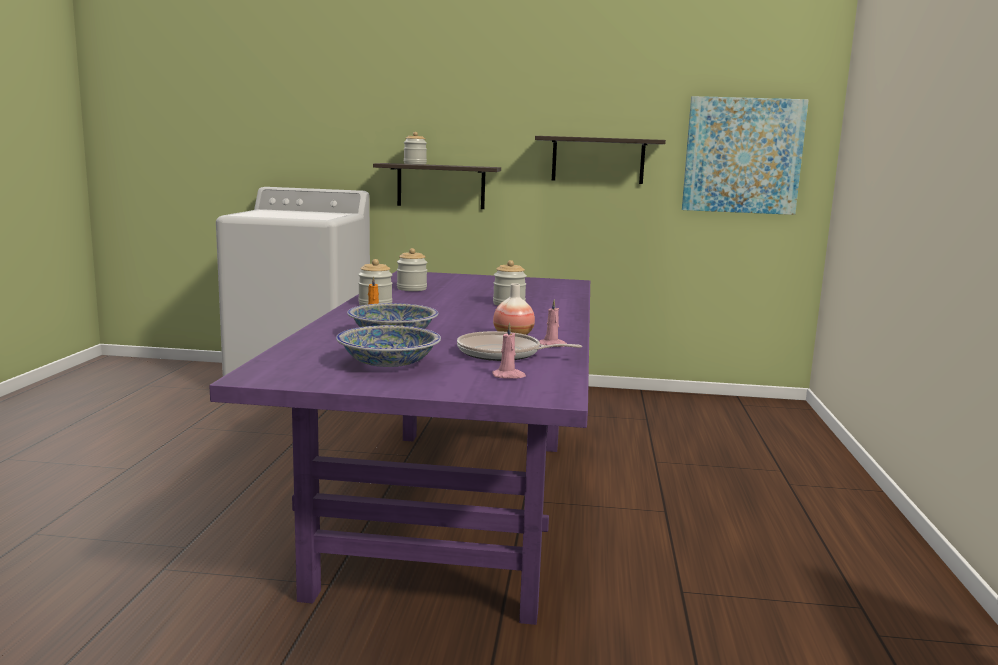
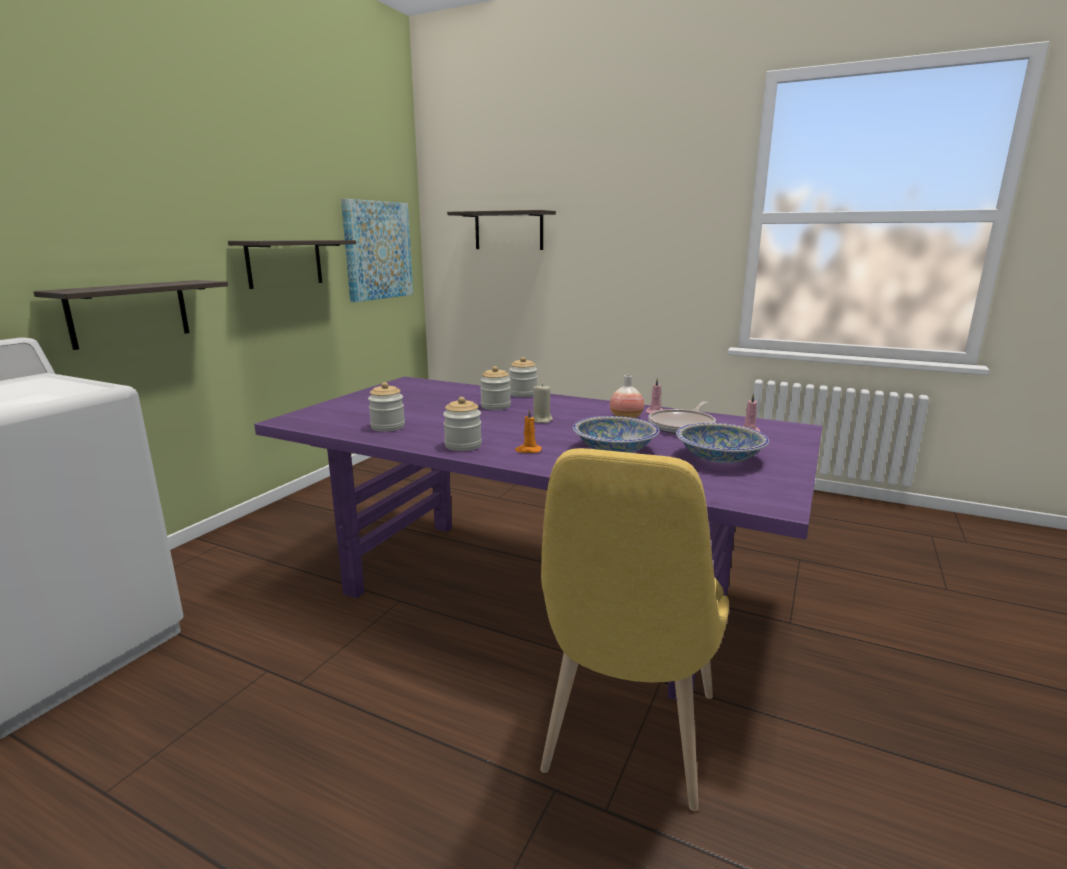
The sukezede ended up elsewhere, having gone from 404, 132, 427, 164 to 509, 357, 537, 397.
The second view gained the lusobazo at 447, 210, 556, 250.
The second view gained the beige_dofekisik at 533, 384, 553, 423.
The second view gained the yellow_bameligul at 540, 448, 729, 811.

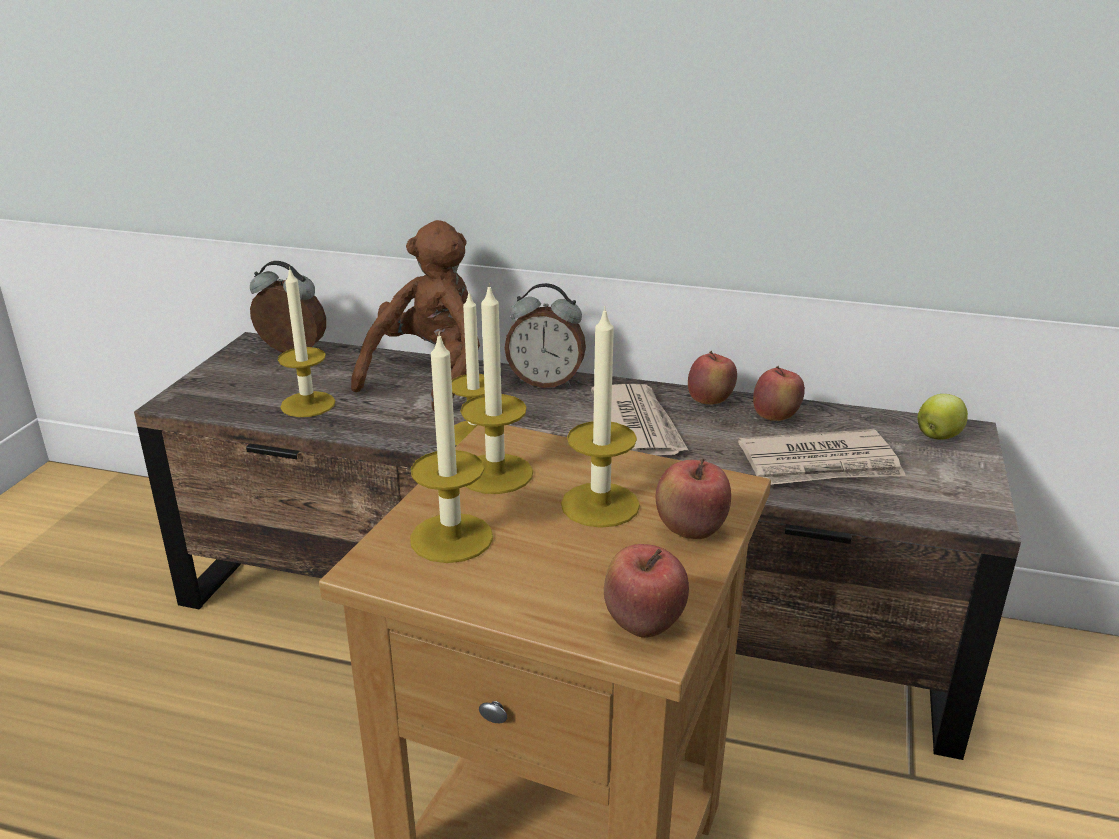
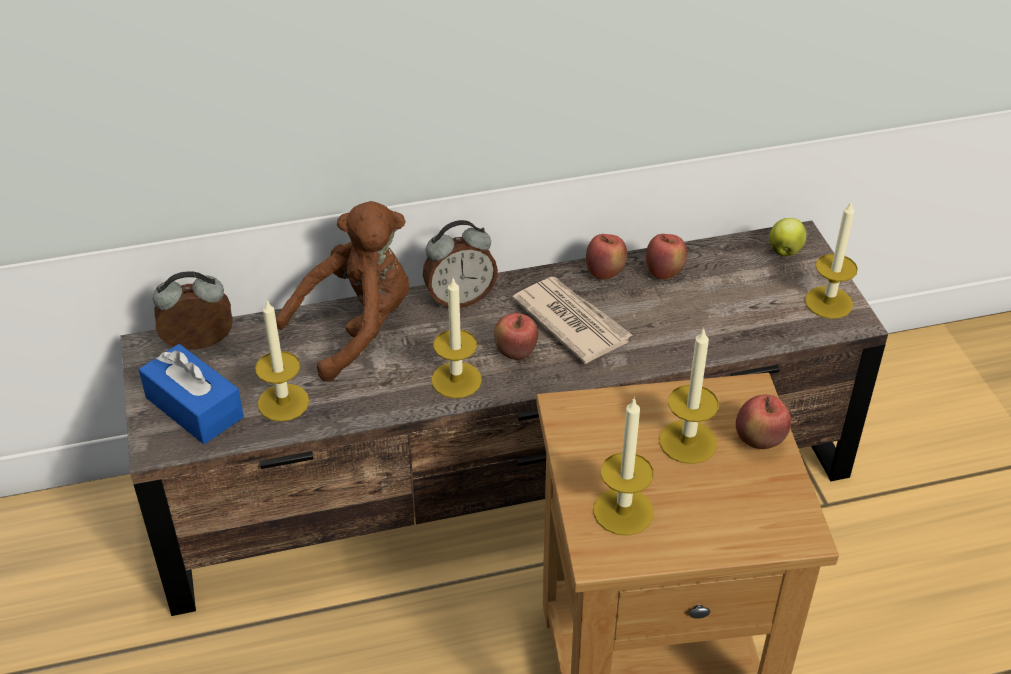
The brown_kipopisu at 351, 220, 480, 412 ended up facing another way, 60 degrees clockwise from before.
The dofekisik ended up elsewhere, having gone from 461, 283, 533, 494 to 805, 200, 858, 319.
The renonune ended up elsewhere, having gone from 604, 544, 689, 638 to 494, 313, 538, 360.
The second view lost the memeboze at 738, 429, 906, 485.
The second view gained the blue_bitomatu at 139, 344, 244, 444.

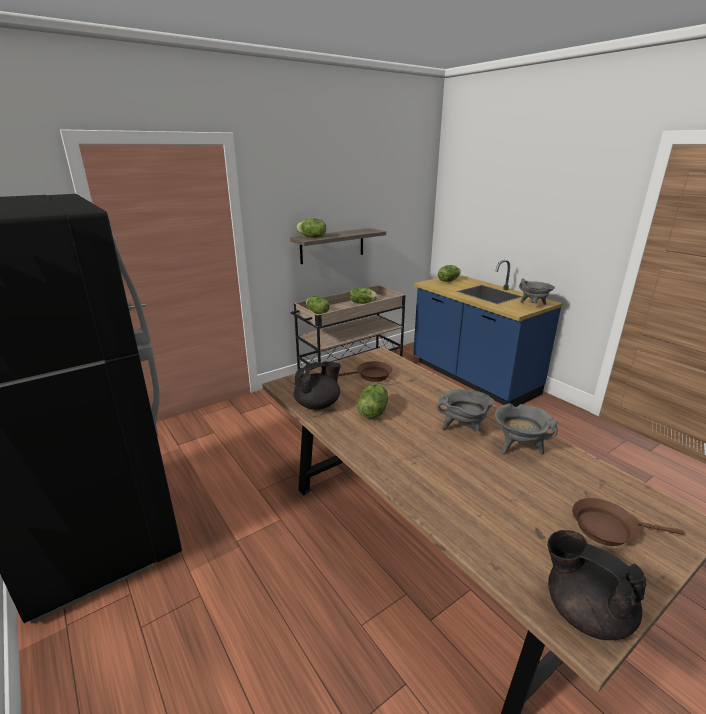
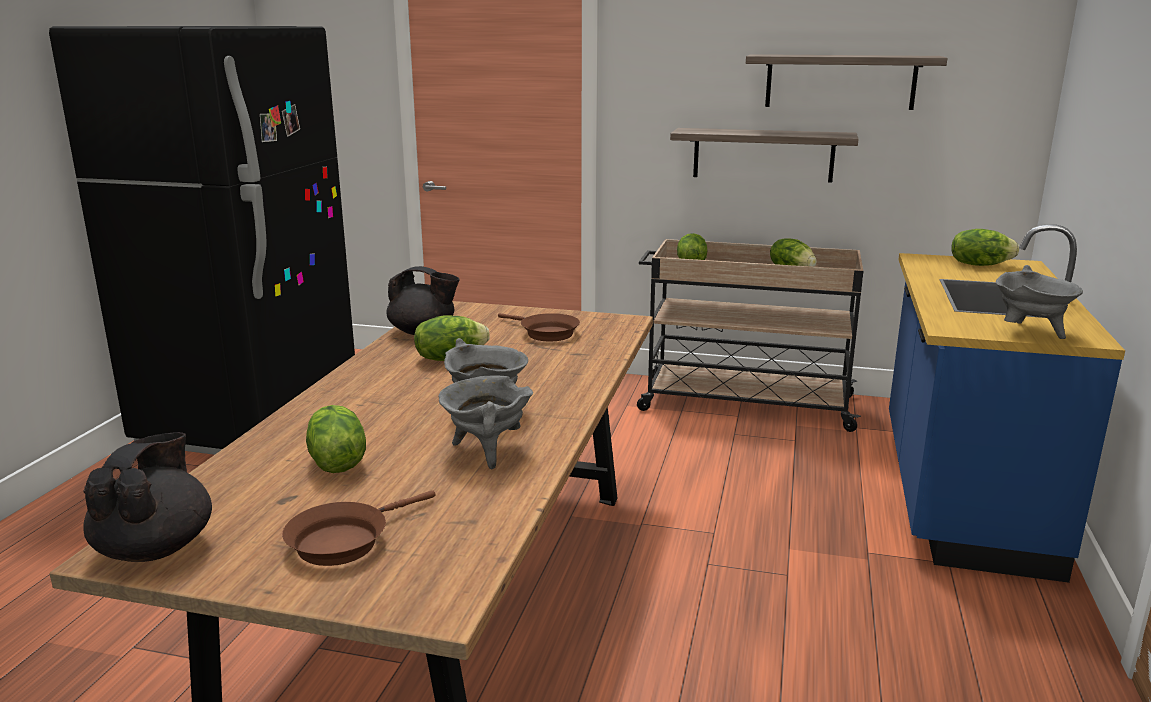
The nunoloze ended up elsewhere, having gone from 296, 218, 326, 238 to 306, 405, 366, 473.
The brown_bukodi at 572, 498, 684, 546 ended up facing another way, 105 degrees counterclockwise from before.
The second view gained the lusobazo at 746, 54, 948, 110.

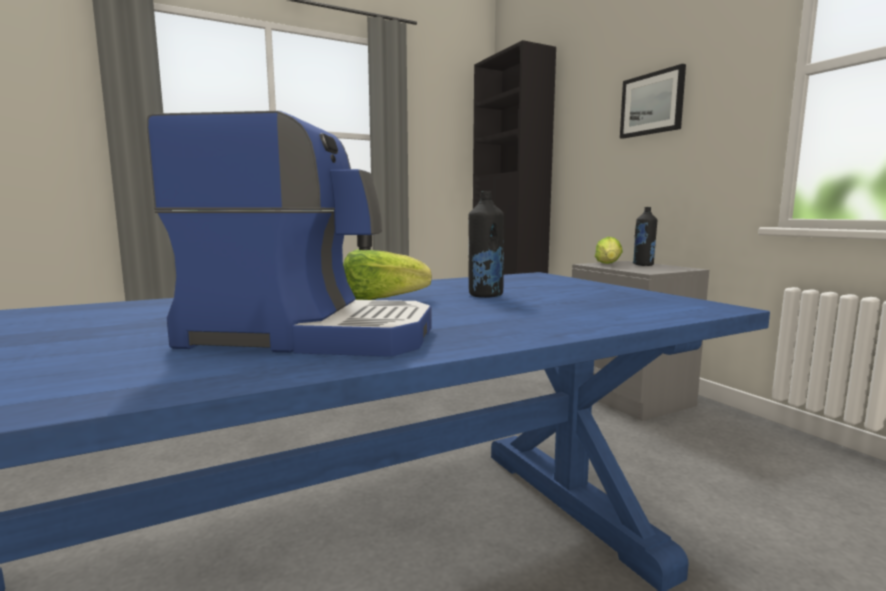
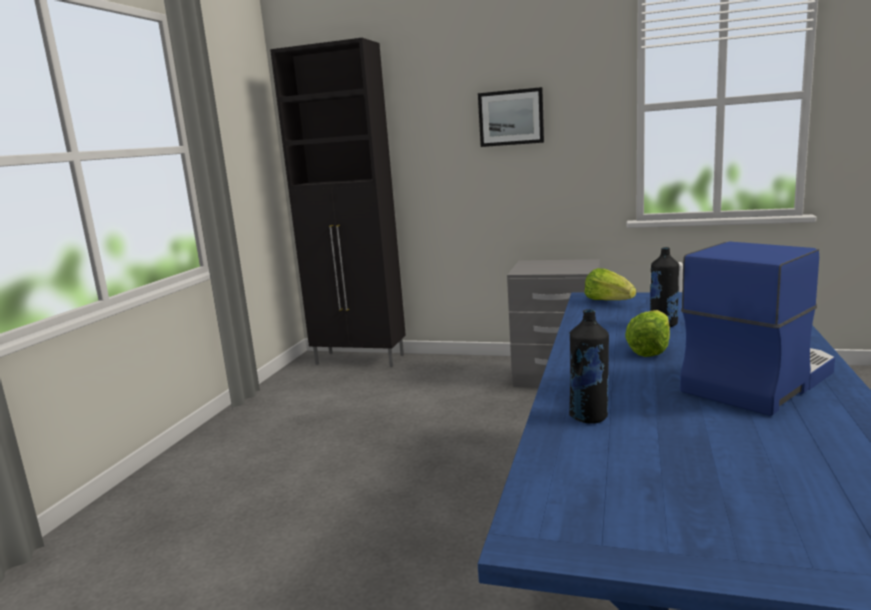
The nunoloze ended up elsewhere, having gone from 595, 237, 623, 264 to 584, 268, 636, 300.
The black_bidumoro ended up elsewhere, having gone from 633, 207, 657, 266 to 569, 309, 609, 424.

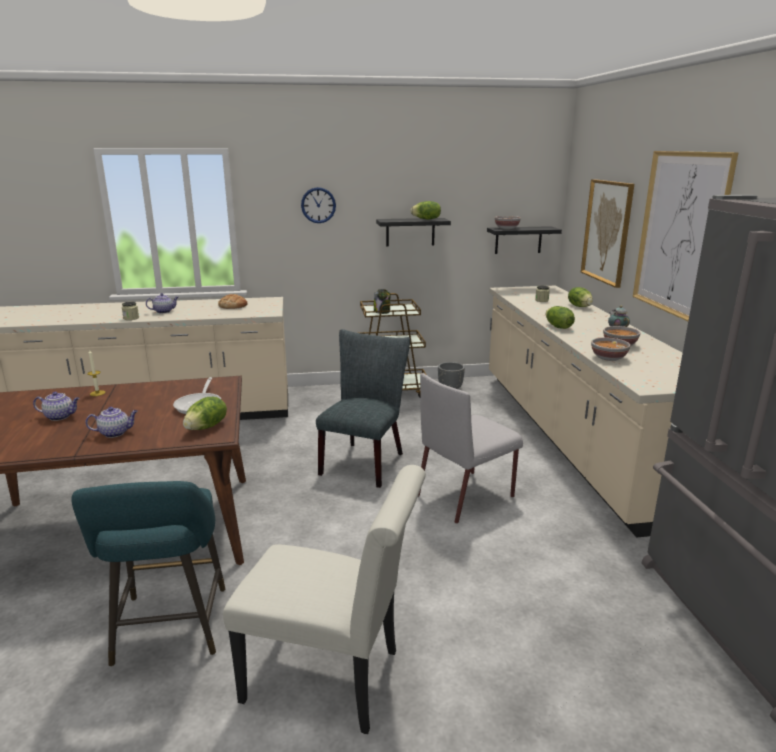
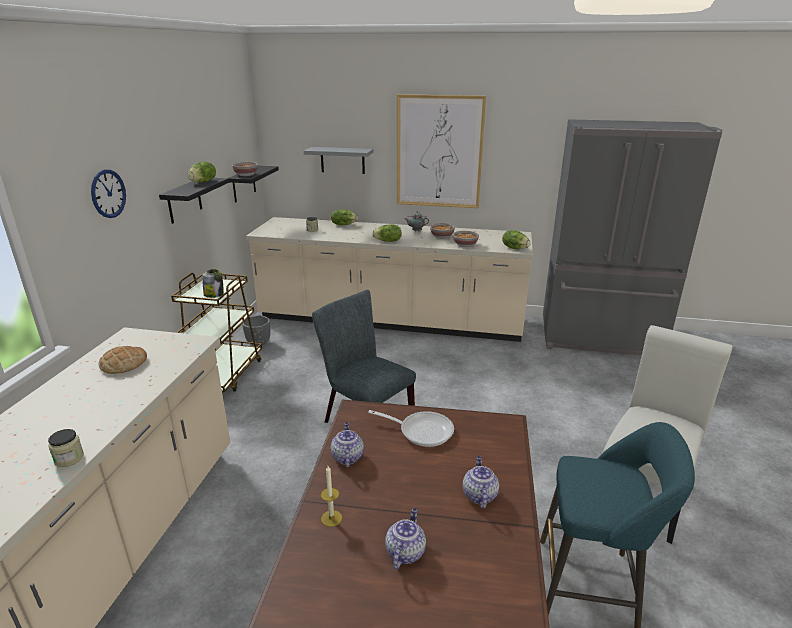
The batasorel ended up elsewhere, having gone from 146, 293, 178, 313 to 331, 422, 364, 467.
The nunoloze ended up elsewhere, having gone from 183, 397, 227, 430 to 502, 230, 531, 249.
The second view lost the grey_bameligul at 418, 373, 523, 524.
Where the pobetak hung at 581, 179, 634, 288, the grey_lusobazo came to hang at 304, 147, 373, 174.

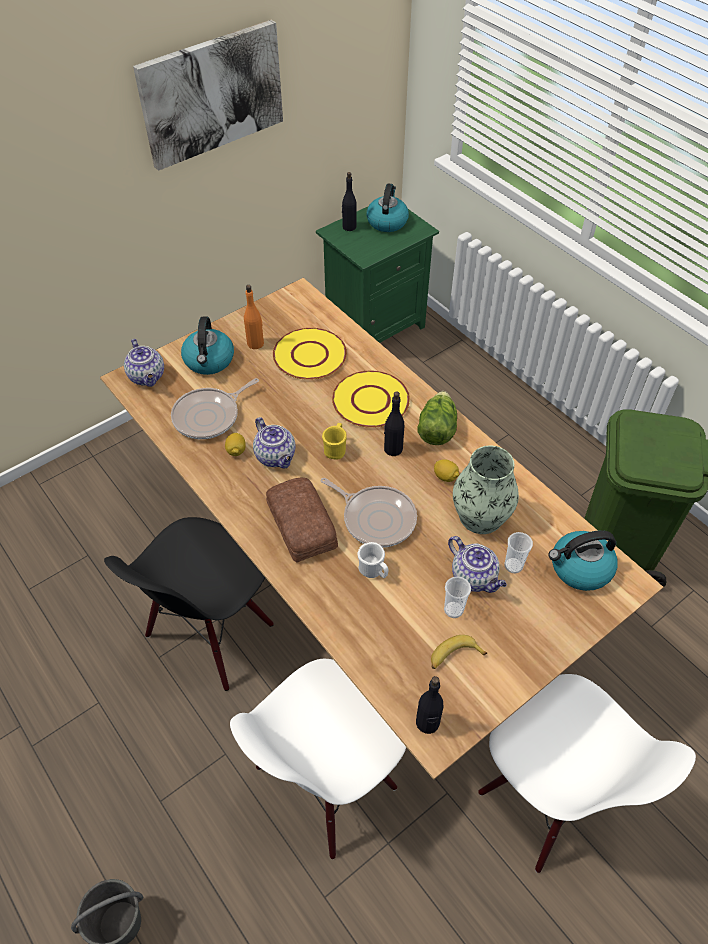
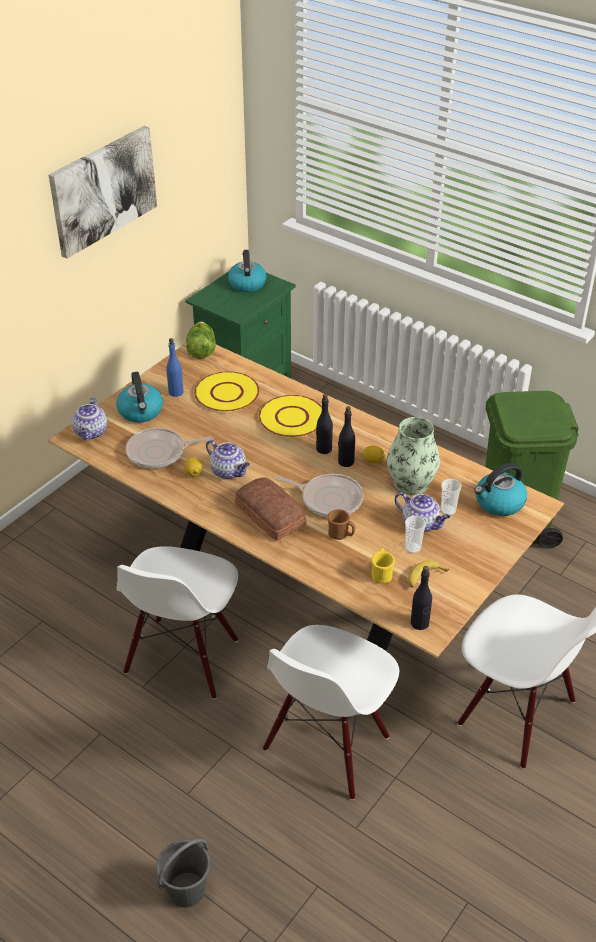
What was the black_bameligul at 104, 517, 274, 691 turned into the white_bameligul at 117, 546, 238, 699.
The batasorel at 124, 339, 164, 387 ended up facing another way, 45 degrees clockwise from before.
The bukodi at 171, 378, 259, 439 ended up facing another way, 45 degrees clockwise from before.
What was the orange_bidumoro at 244, 285, 264, 349 turned into the blue_bidumoro at 166, 338, 183, 397.
The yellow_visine ended up elsewhere, having gone from 322, 423, 347, 460 to 371, 548, 395, 583.
The black_bidumoro ended up elsewhere, having gone from 342, 172, 357, 231 to 338, 406, 355, 467.
What was the white_visine at 358, 542, 388, 578 turned into the brown_visine at 328, 509, 355, 540.
The nunoloze ended up elsewhere, having gone from 417, 391, 457, 445 to 186, 321, 216, 359.

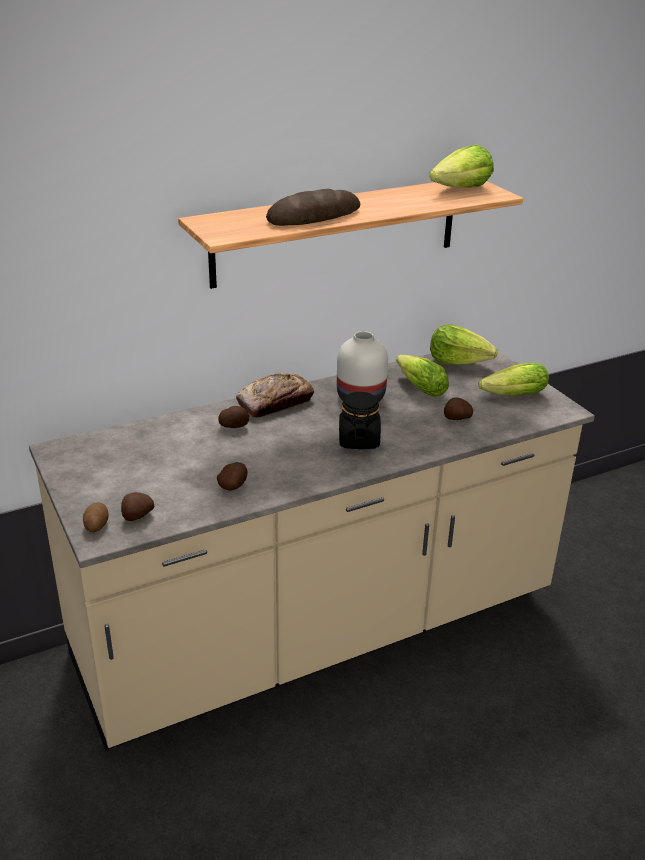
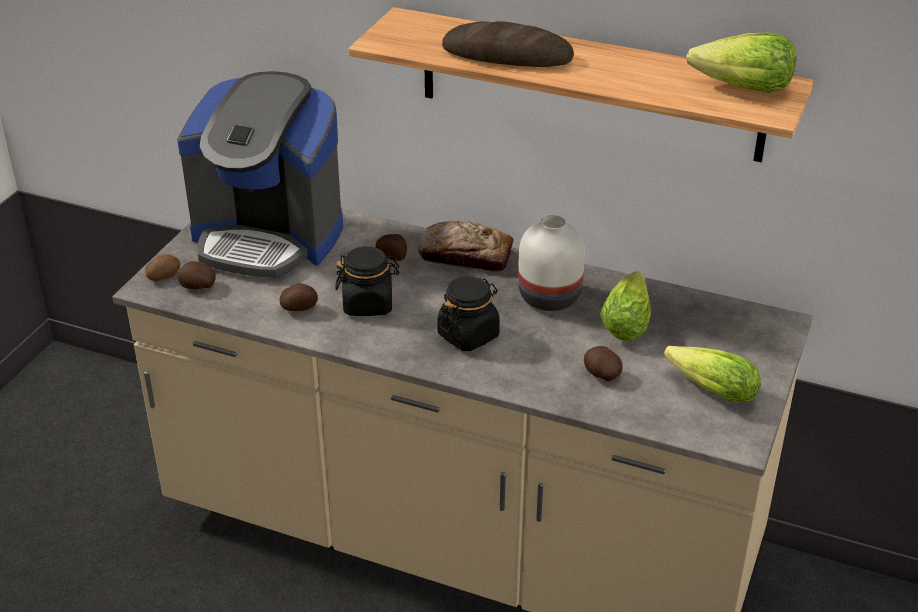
The second view lost the nunoloze at 430, 324, 498, 365.
The second view gained the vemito at 177, 71, 343, 278.
The second view gained the black_sukezede at 335, 246, 399, 316.

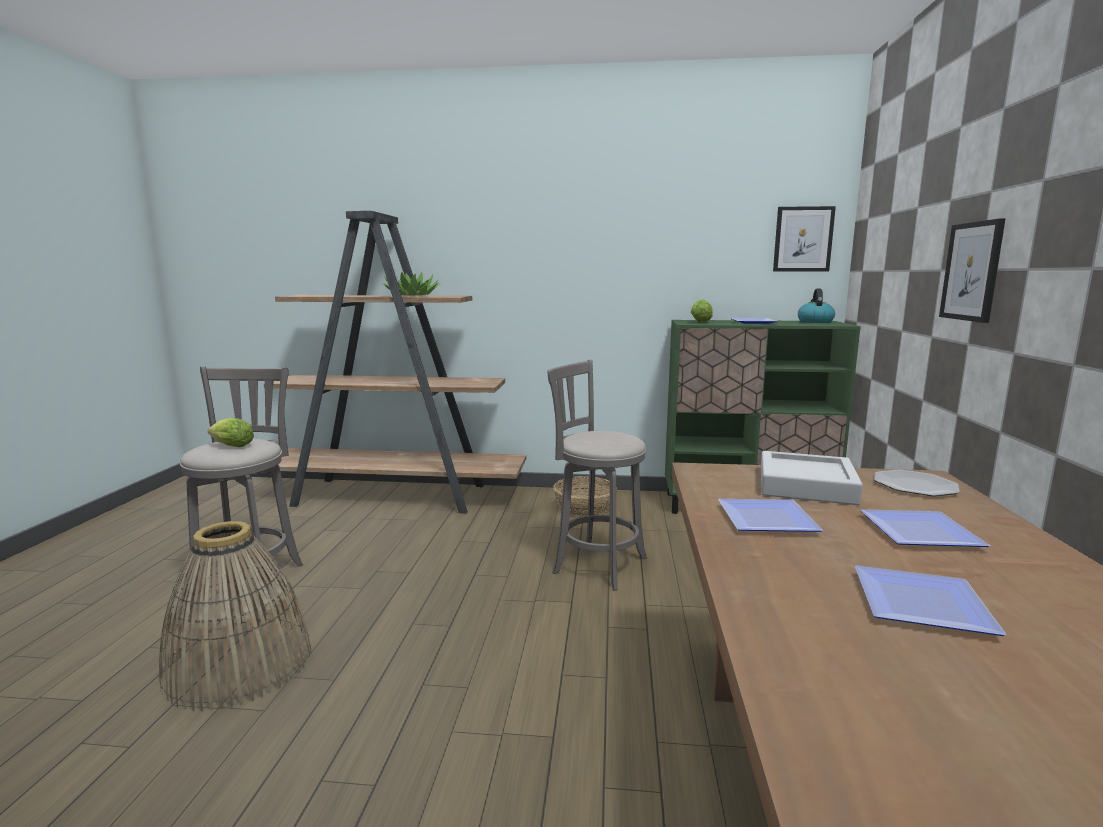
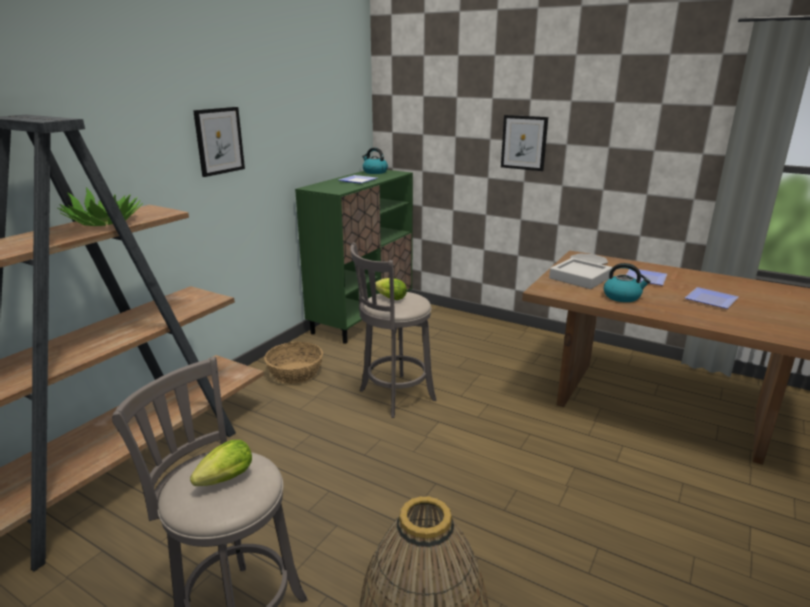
The nunoloze ended up elsewhere, having gone from 691, 299, 713, 323 to 376, 278, 407, 300.
Where the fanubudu stood at 718, 499, 823, 532, the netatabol came to stand at 604, 263, 651, 302.
The pobetak ended up elsewhere, having gone from 773, 206, 836, 271 to 193, 107, 245, 177.

